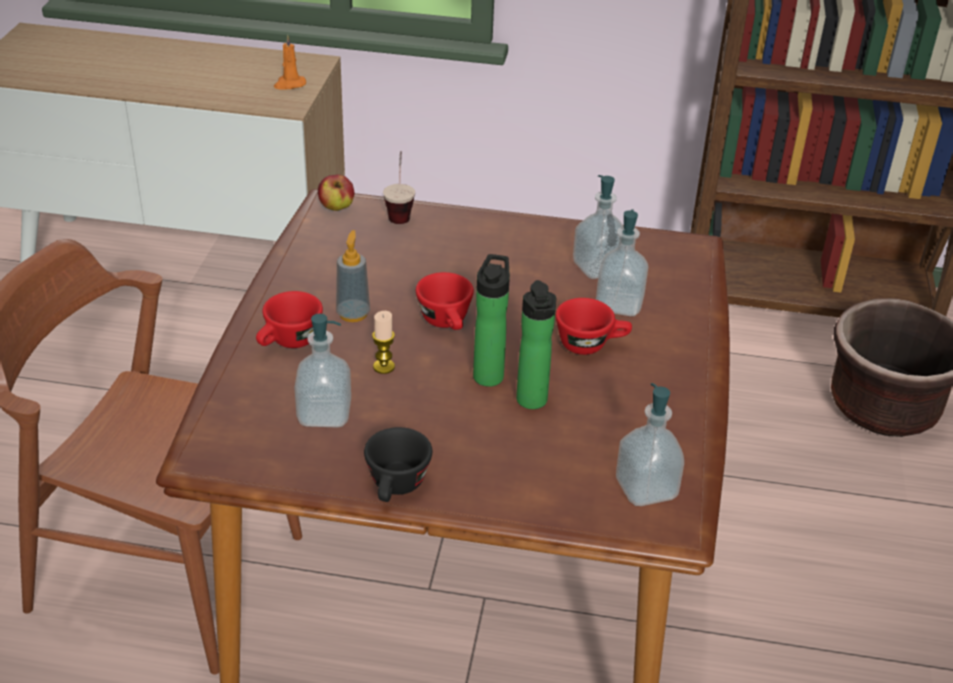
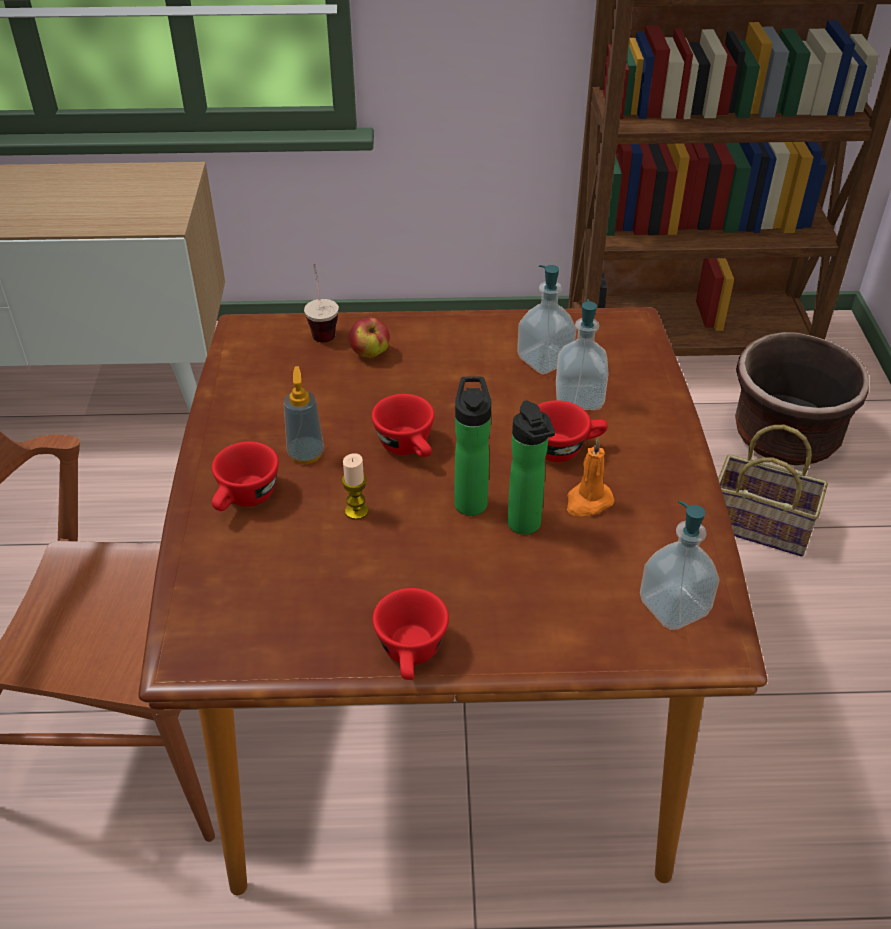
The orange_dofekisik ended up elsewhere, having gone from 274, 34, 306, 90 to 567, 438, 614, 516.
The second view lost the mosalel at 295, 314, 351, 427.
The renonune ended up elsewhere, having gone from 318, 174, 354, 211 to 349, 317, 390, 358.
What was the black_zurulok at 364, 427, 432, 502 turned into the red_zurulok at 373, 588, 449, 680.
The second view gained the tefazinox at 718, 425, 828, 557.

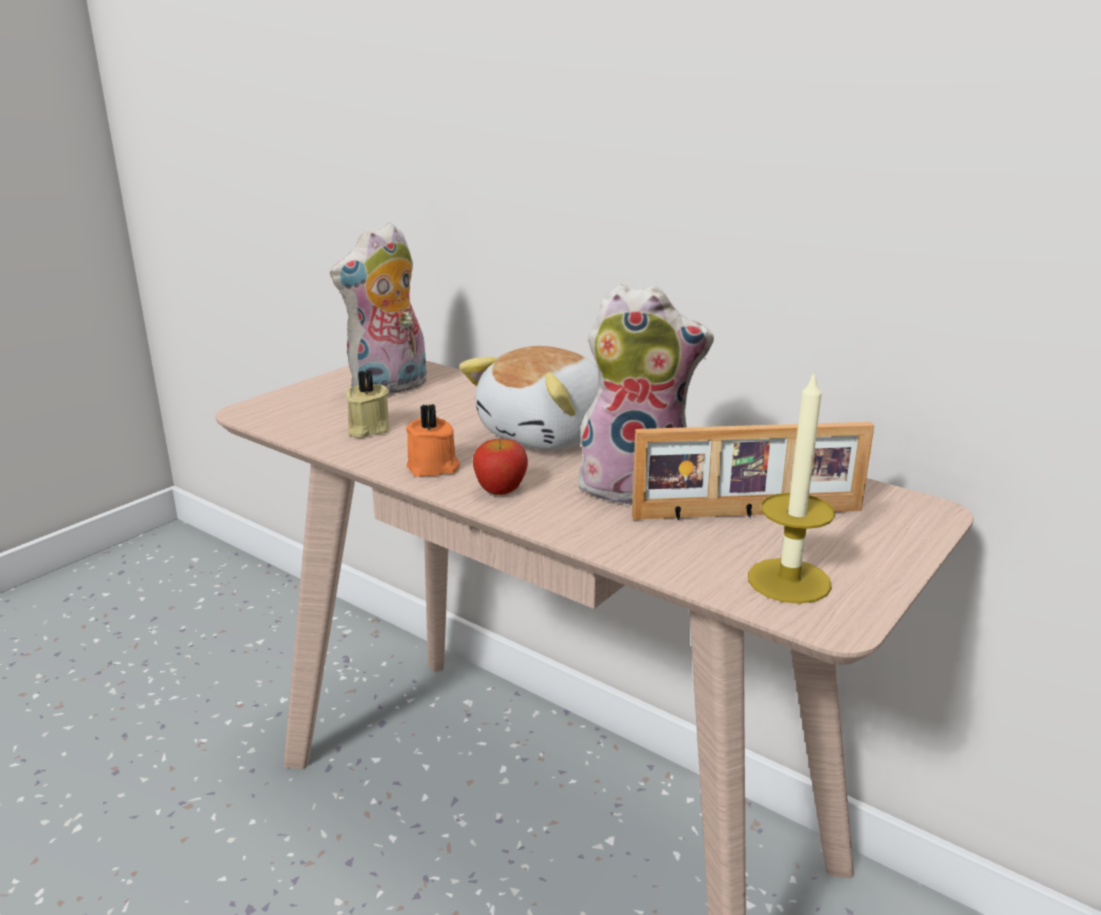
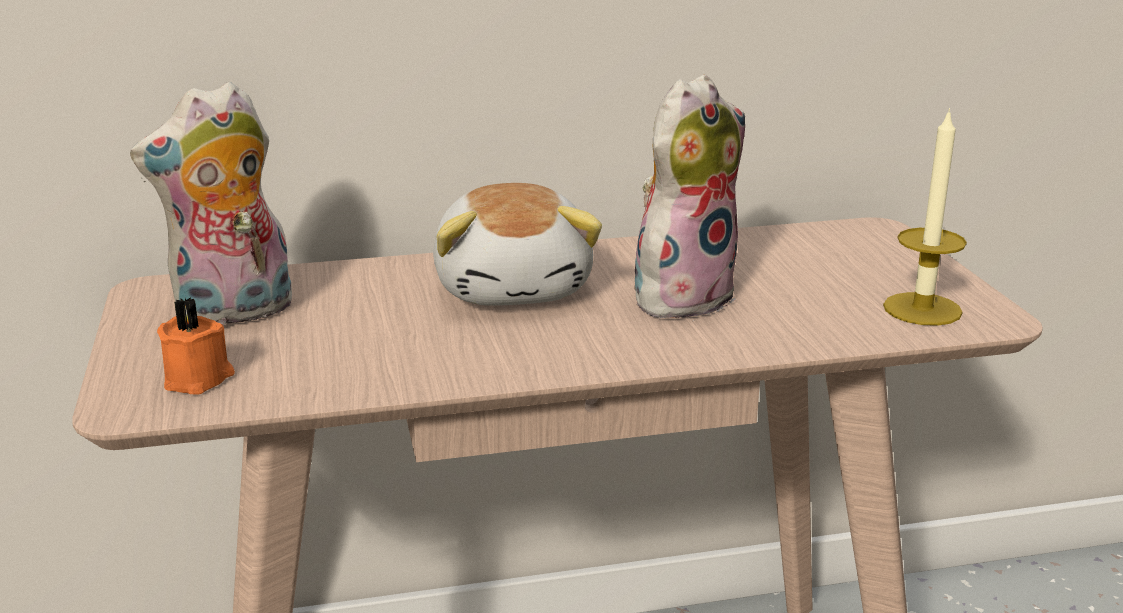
The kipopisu at 330, 223, 427, 395 ended up facing another way, 60 degrees clockwise from before.
The second view lost the beige_dofekisik at 346, 370, 389, 438.
The orange_dofekisik ended up elsewhere, having gone from 406, 404, 460, 477 to 157, 297, 235, 394.
The second view lost the renonune at 473, 439, 528, 495.
The second view lost the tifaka at 632, 422, 874, 520.

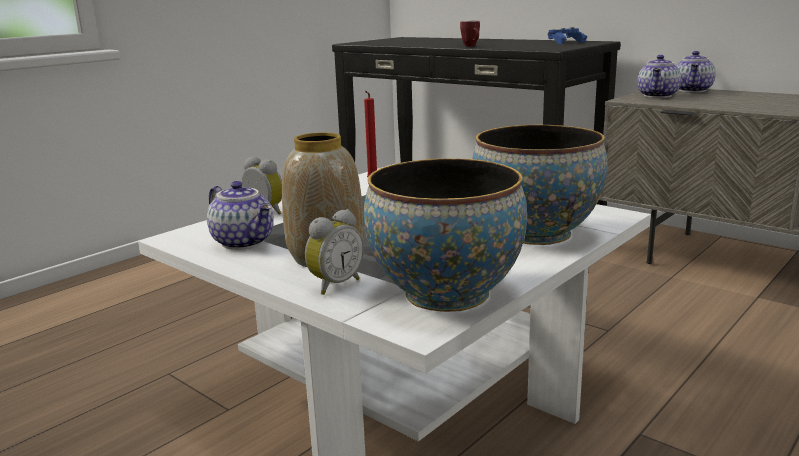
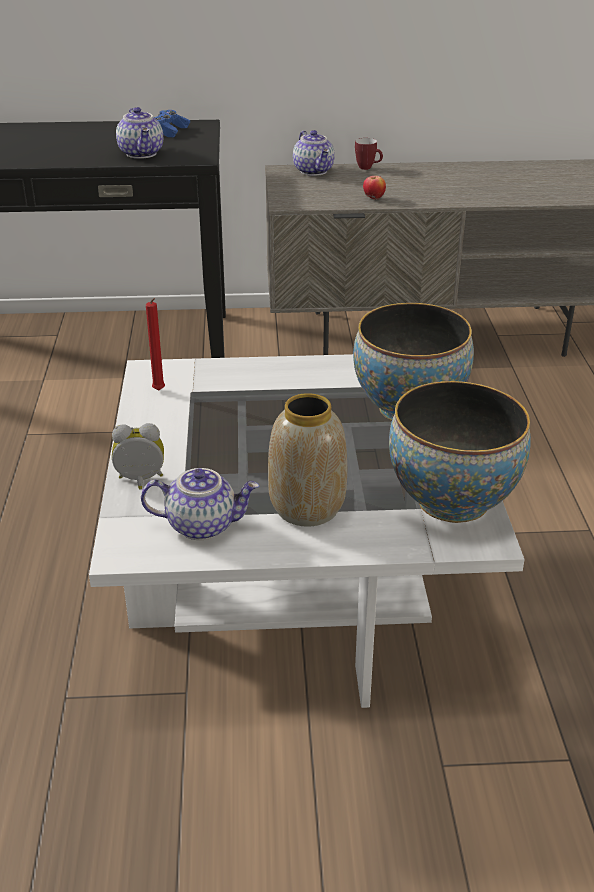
The second view lost the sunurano at 305, 209, 364, 295.
The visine ended up elsewhere, having gone from 460, 21, 480, 47 to 355, 138, 383, 170.
The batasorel ended up elsewhere, having gone from 637, 55, 681, 98 to 116, 107, 163, 159.
The second view gained the renonune at 363, 176, 386, 200.

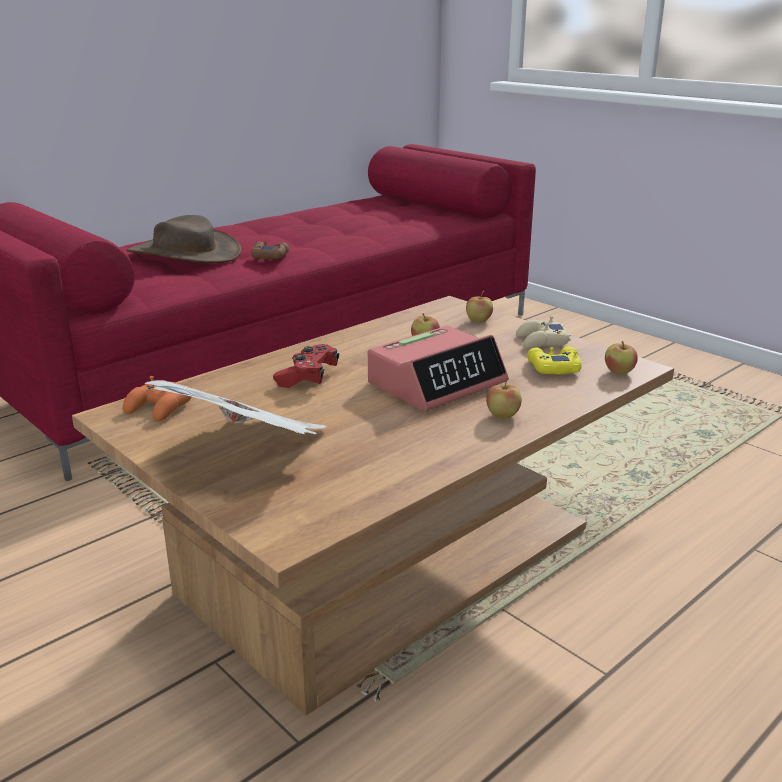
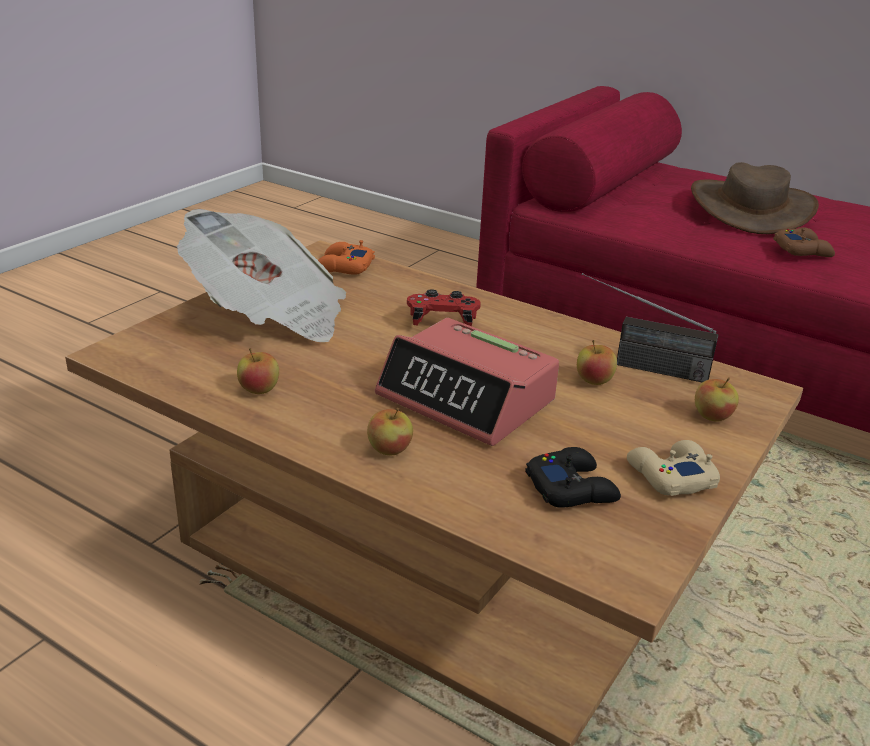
What was the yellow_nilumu at 527, 347, 582, 375 turned into the black_nilumu at 525, 447, 621, 508.
The renonune ended up elsewhere, having gone from 605, 341, 638, 374 to 237, 348, 279, 394.
The second view gained the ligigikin at 582, 273, 718, 382.

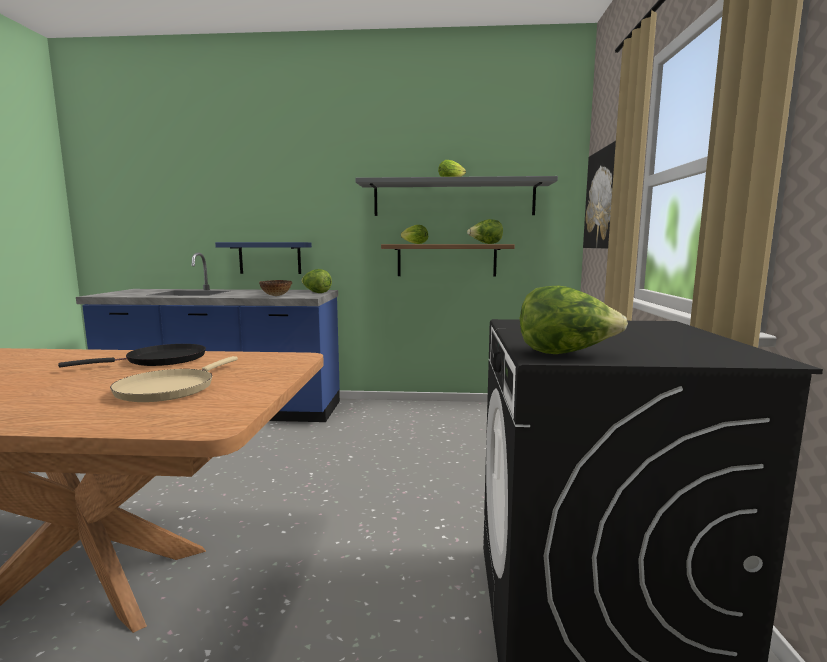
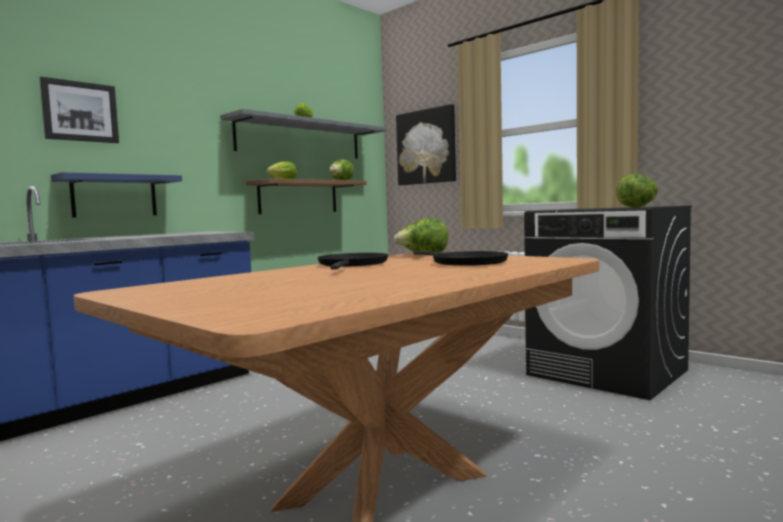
What was the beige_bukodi at 110, 356, 238, 402 turned into the black_bukodi at 413, 251, 508, 266.
The second view lost the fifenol at 259, 280, 292, 296.
The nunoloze ended up elsewhere, having gone from 301, 269, 332, 293 to 394, 218, 448, 253.
The second view gained the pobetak at 39, 76, 119, 143.

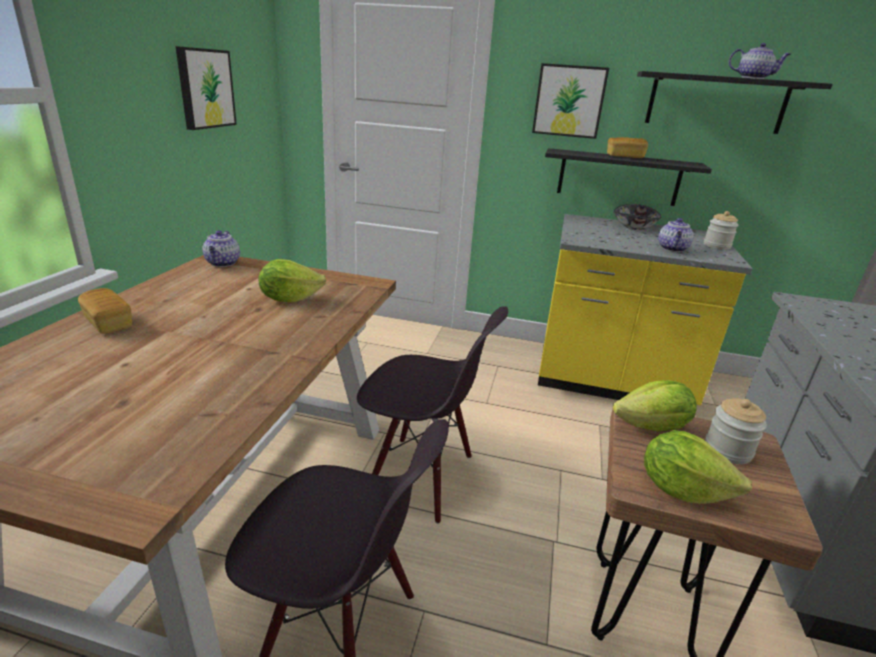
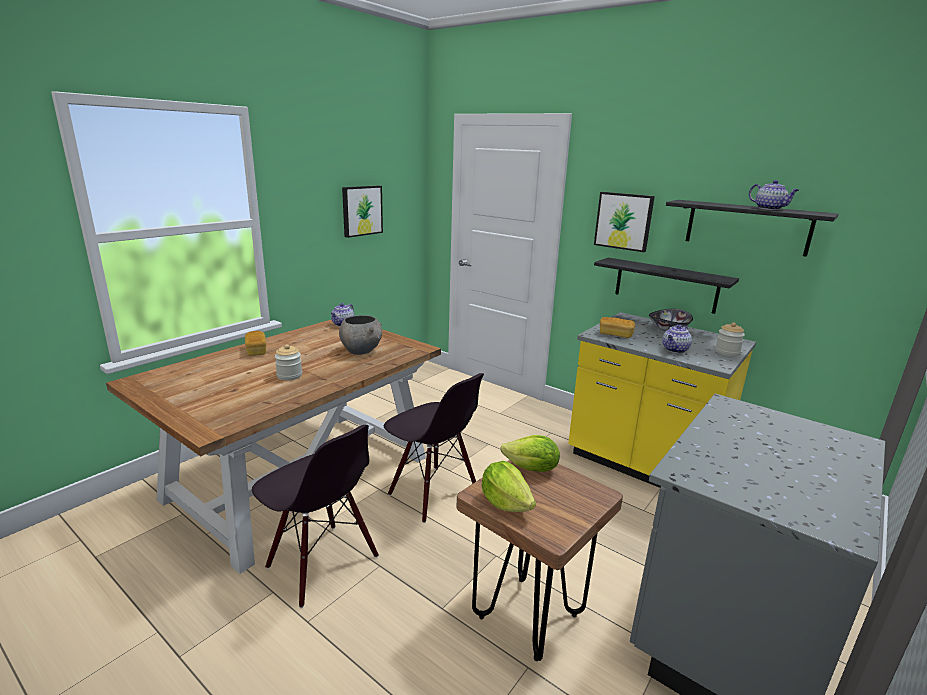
Where the nunoloze stood at 259, 259, 326, 303, the grey_fifenol came to stand at 339, 315, 382, 355.
The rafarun ended up elsewhere, having gone from 607, 137, 648, 158 to 600, 317, 635, 338.
The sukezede ended up elsewhere, having gone from 705, 398, 767, 464 to 275, 344, 302, 381.

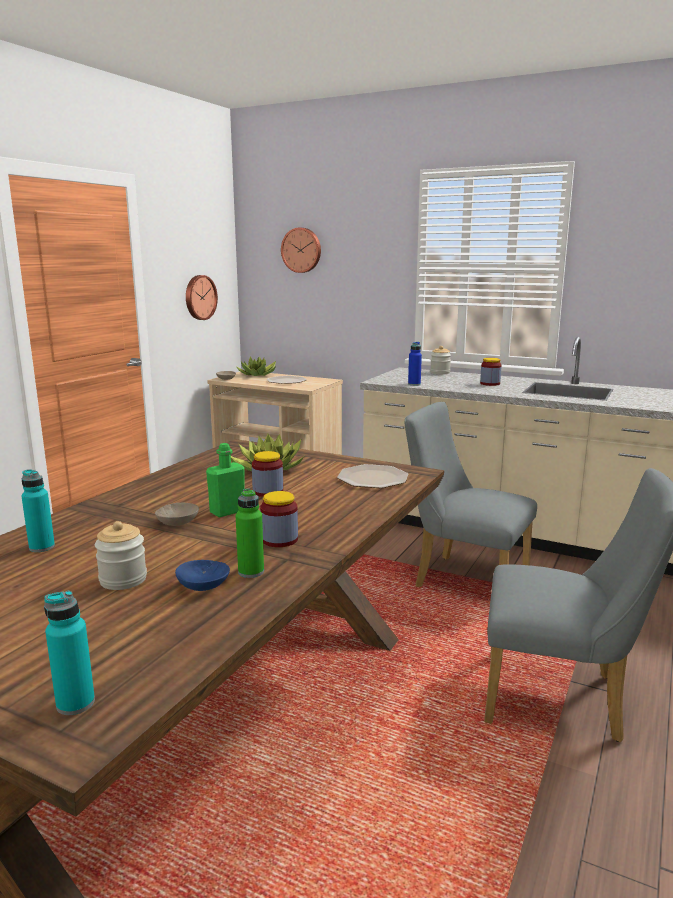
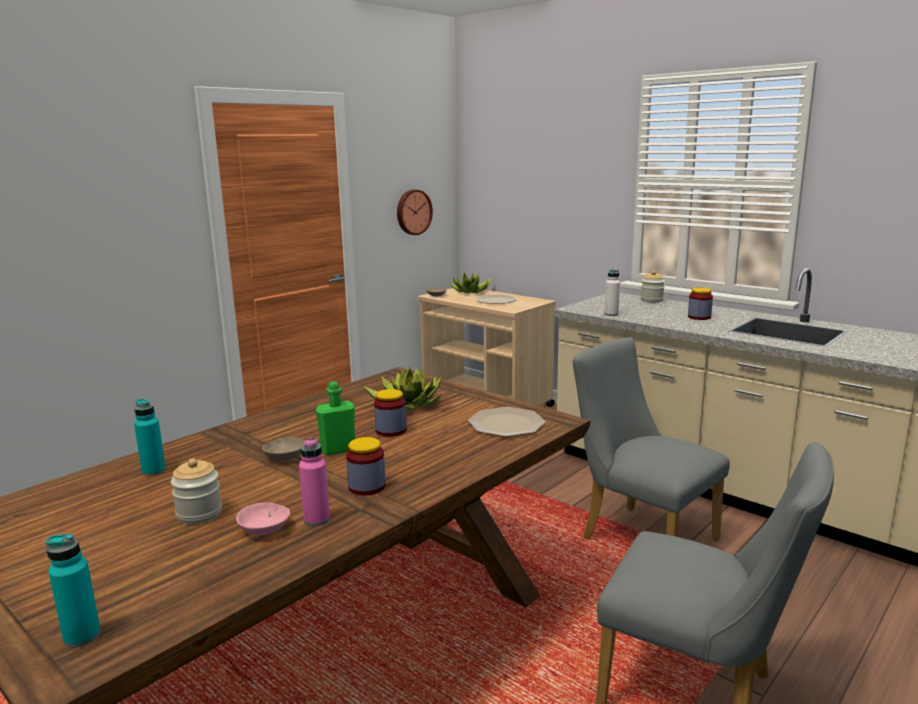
What was the blue_fifenol at 175, 560, 230, 591 turned into the pink_fifenol at 236, 503, 290, 535.
What was the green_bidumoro at 236, 489, 264, 578 turned into the pink_bidumoro at 299, 438, 330, 526.
The second view lost the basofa at 281, 228, 321, 273.
What was the blue_bidumoro at 408, 342, 422, 386 turned into the white_bidumoro at 605, 268, 620, 316.

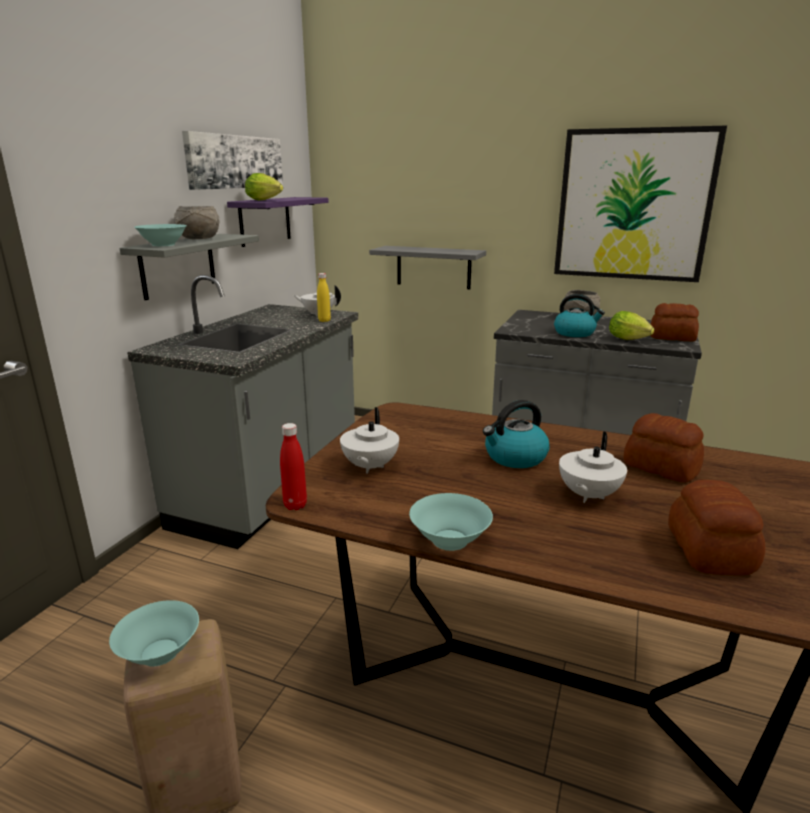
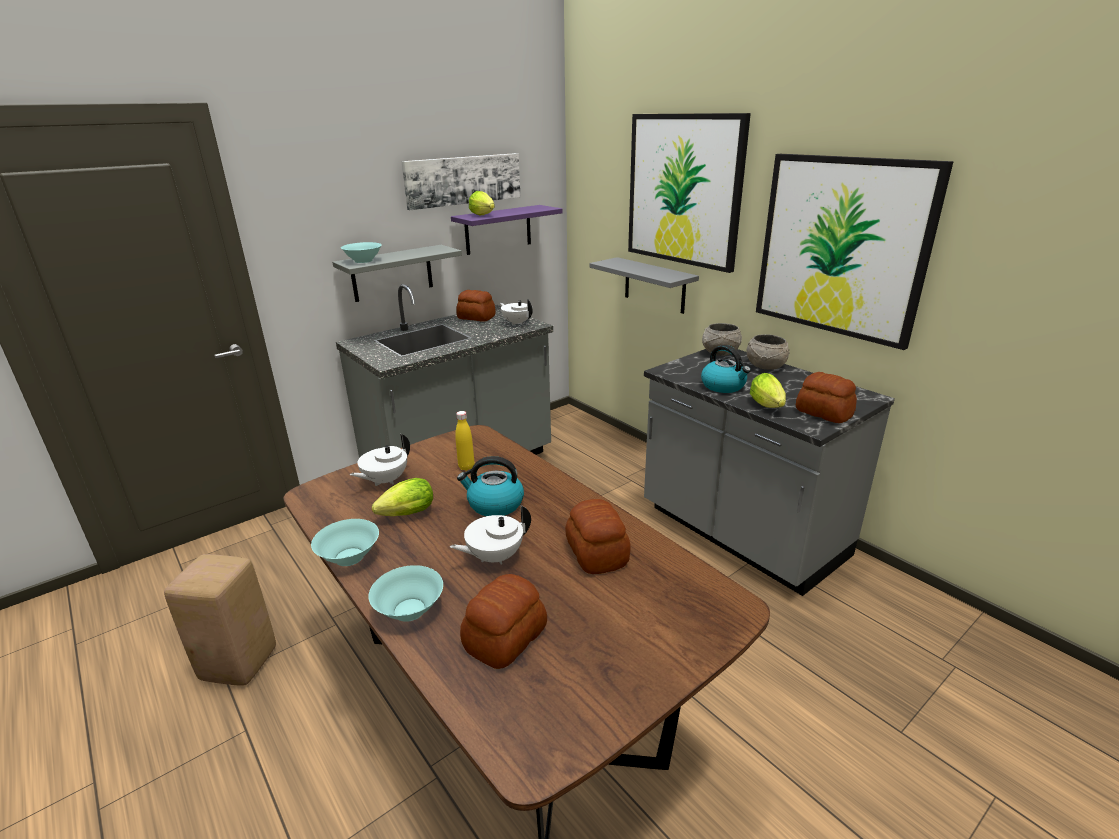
The turquoise_fifenol ended up elsewhere, having gone from 109, 600, 199, 666 to 368, 565, 443, 622.
The grey_fifenol ended up elsewhere, having gone from 174, 206, 220, 239 to 702, 323, 742, 356.
The second view lost the red_bidumoro at 280, 423, 307, 510.
The yellow_bidumoro ended up elsewhere, having gone from 317, 273, 331, 322 to 455, 411, 474, 471.
The second view gained the nunoloze at 372, 478, 433, 516.
The second view gained the rafarun at 456, 290, 496, 322.
The second view gained the pobetak at 628, 113, 751, 273.

